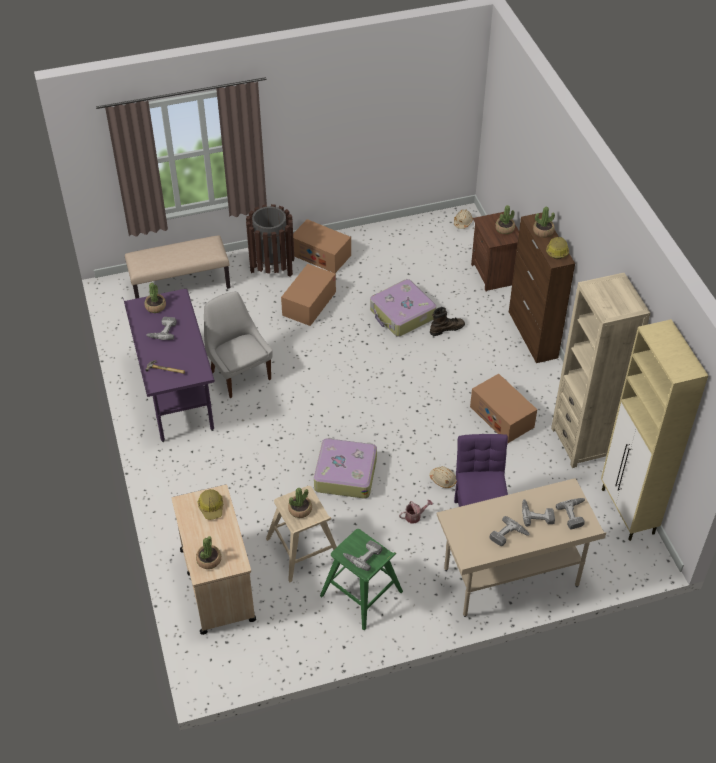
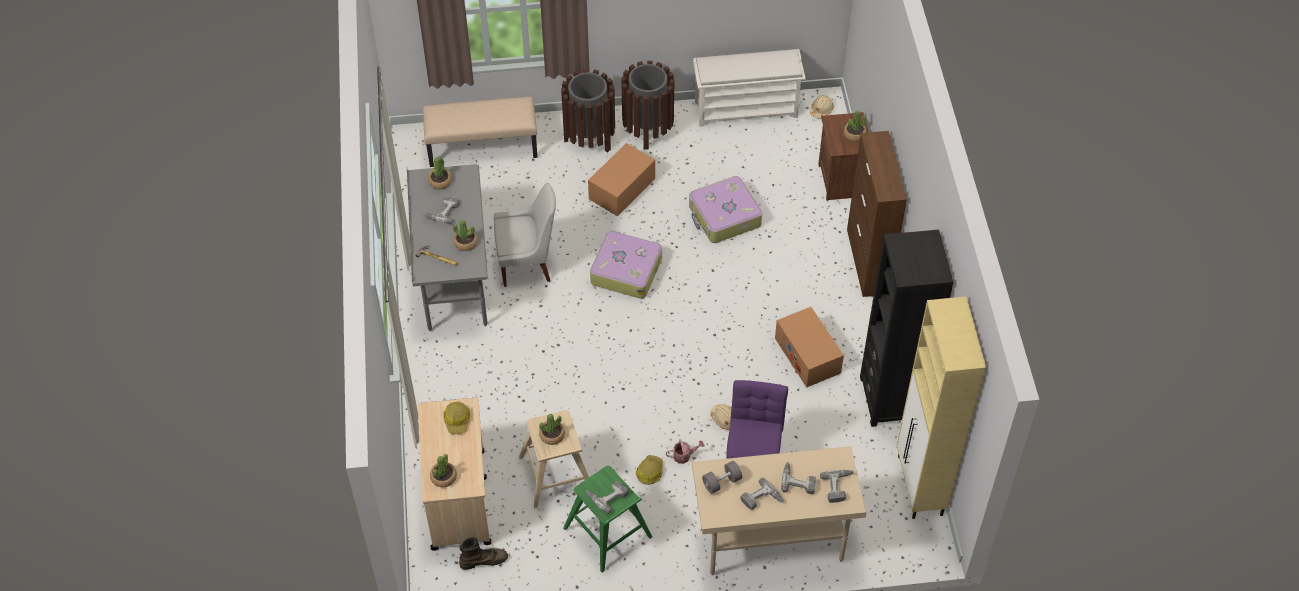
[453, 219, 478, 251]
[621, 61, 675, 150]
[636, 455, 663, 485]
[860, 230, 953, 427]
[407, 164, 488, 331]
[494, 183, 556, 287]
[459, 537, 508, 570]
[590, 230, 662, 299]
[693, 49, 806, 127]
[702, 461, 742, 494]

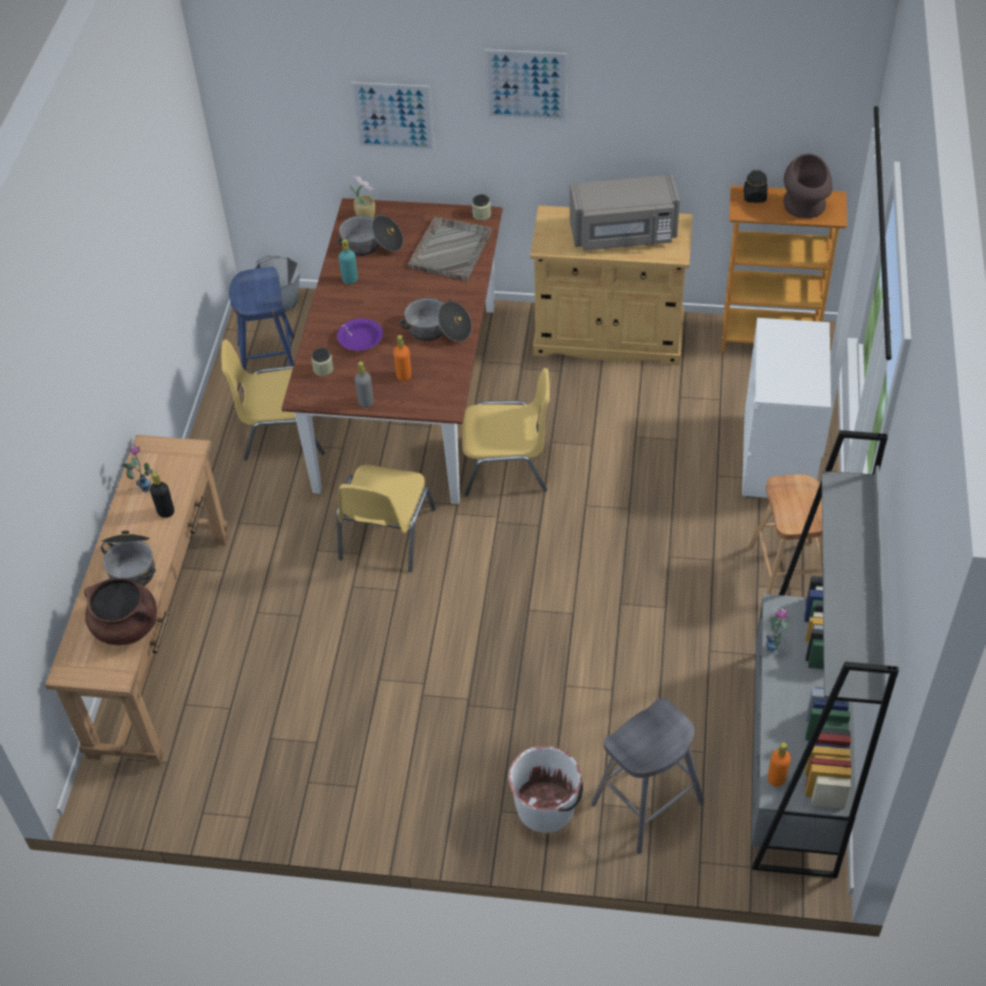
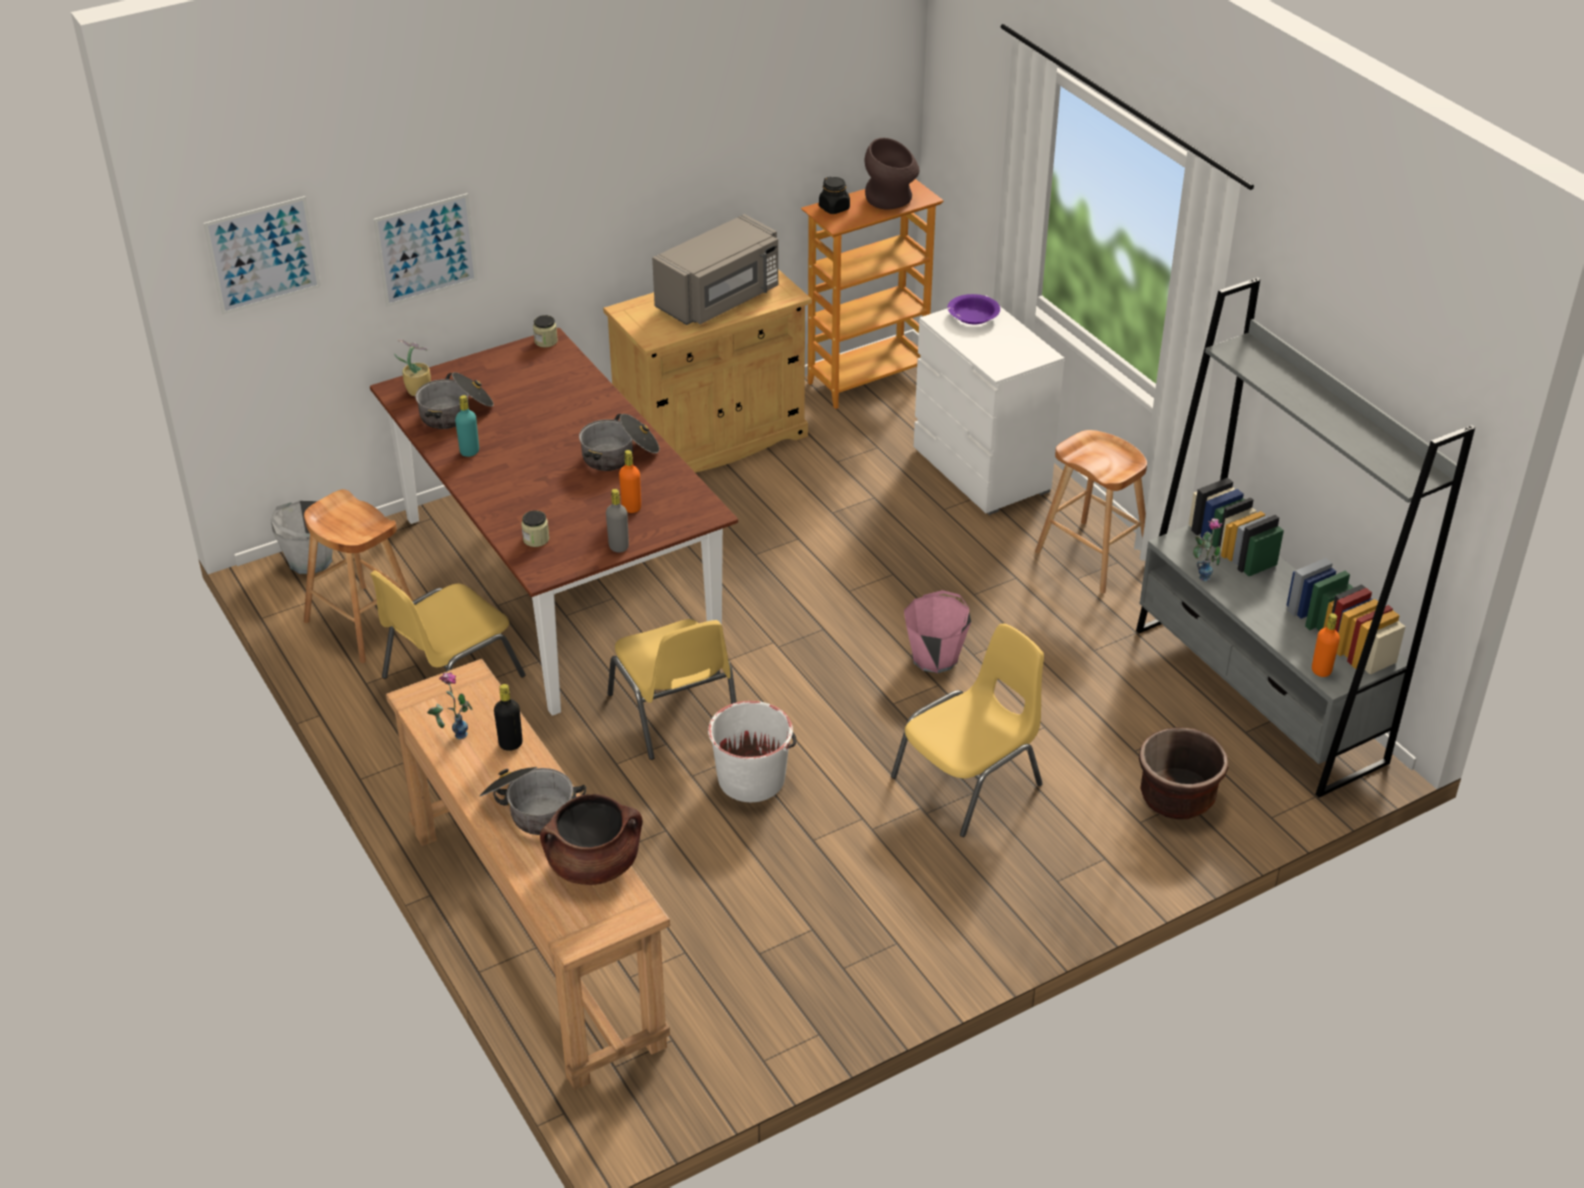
[204, 196, 321, 315]
[408, 217, 492, 281] (first image)
[304, 489, 413, 663]
[948, 294, 1000, 324]
[891, 623, 1044, 837]
[1139, 727, 1228, 819]
[708, 701, 796, 802]
[904, 590, 971, 673]

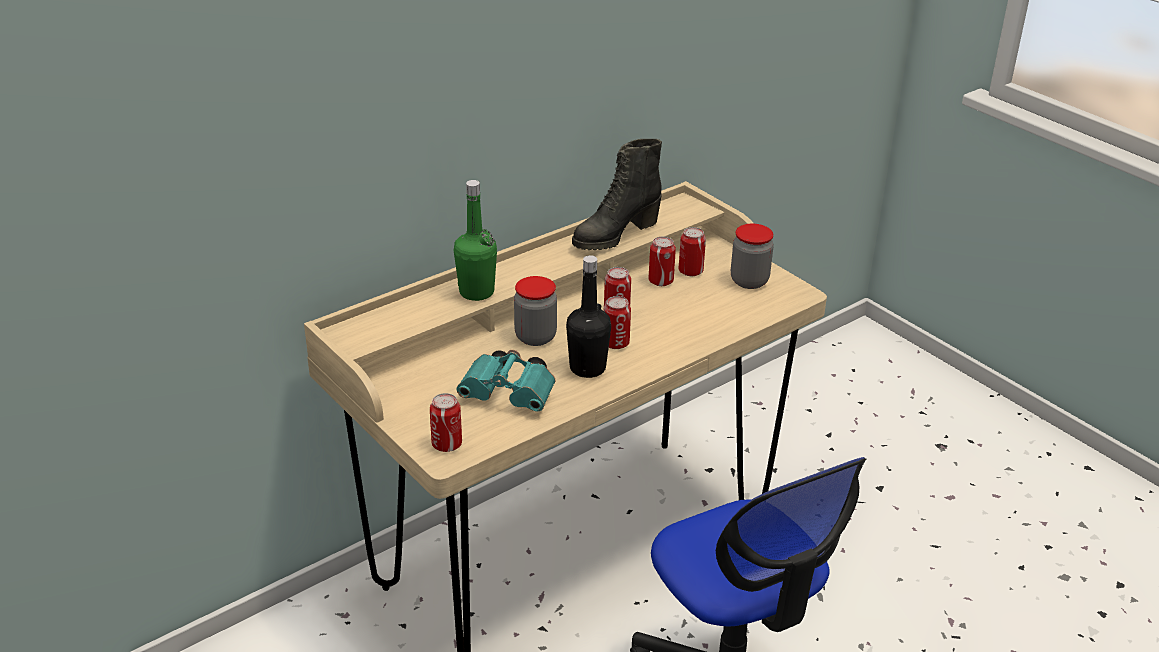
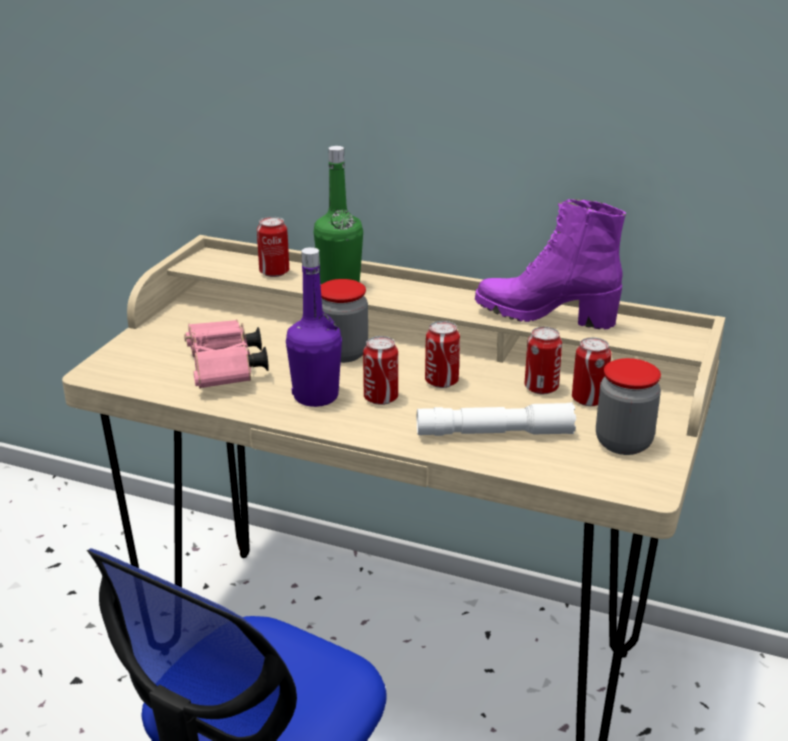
[475, 199, 626, 329]
[286, 247, 342, 407]
[184, 320, 269, 389]
[257, 217, 289, 277]
[417, 403, 576, 436]

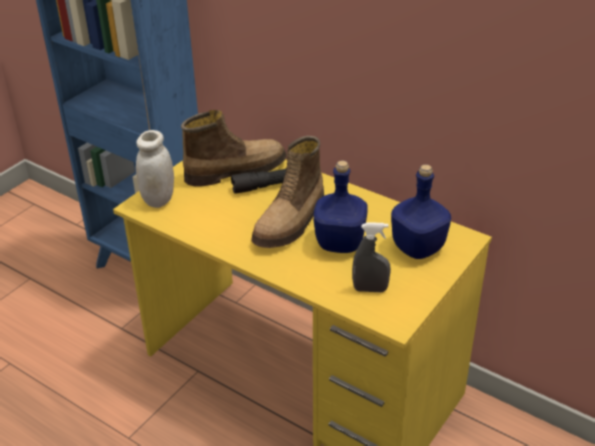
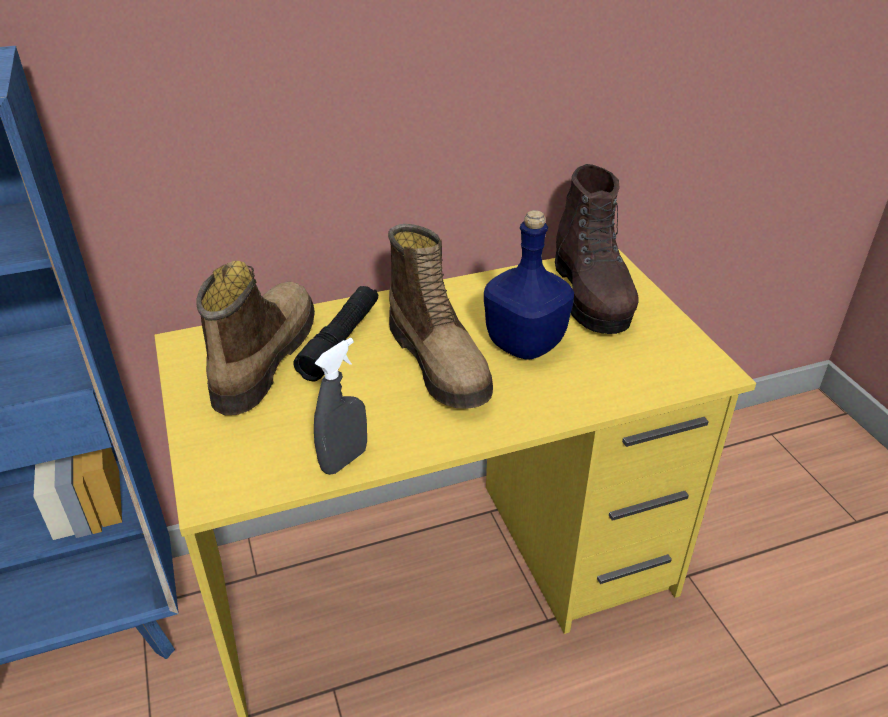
[136, 130, 174, 208] (first image)
[555, 164, 639, 334]
[314, 337, 367, 475]

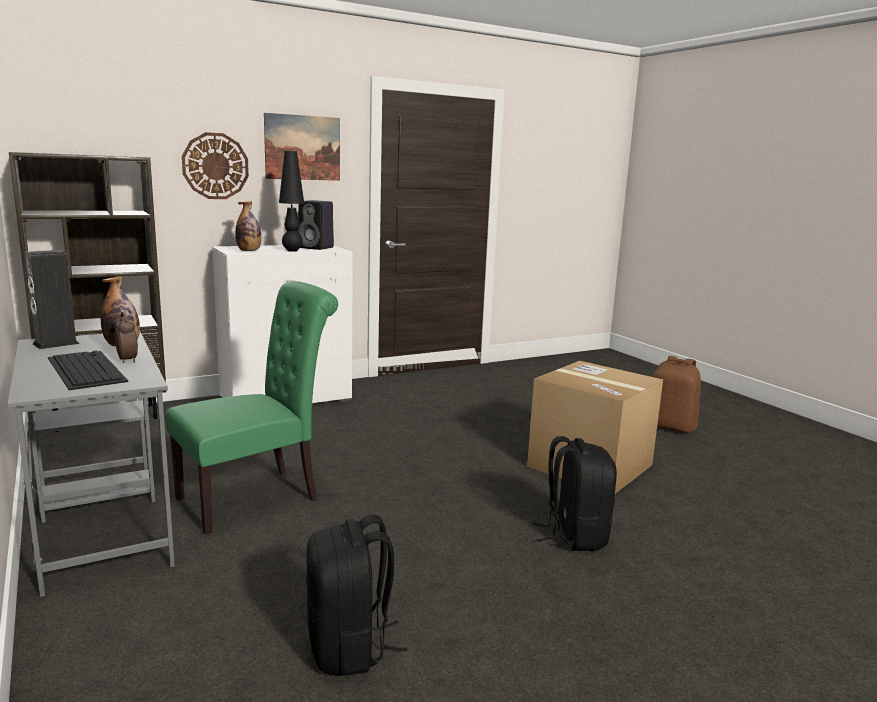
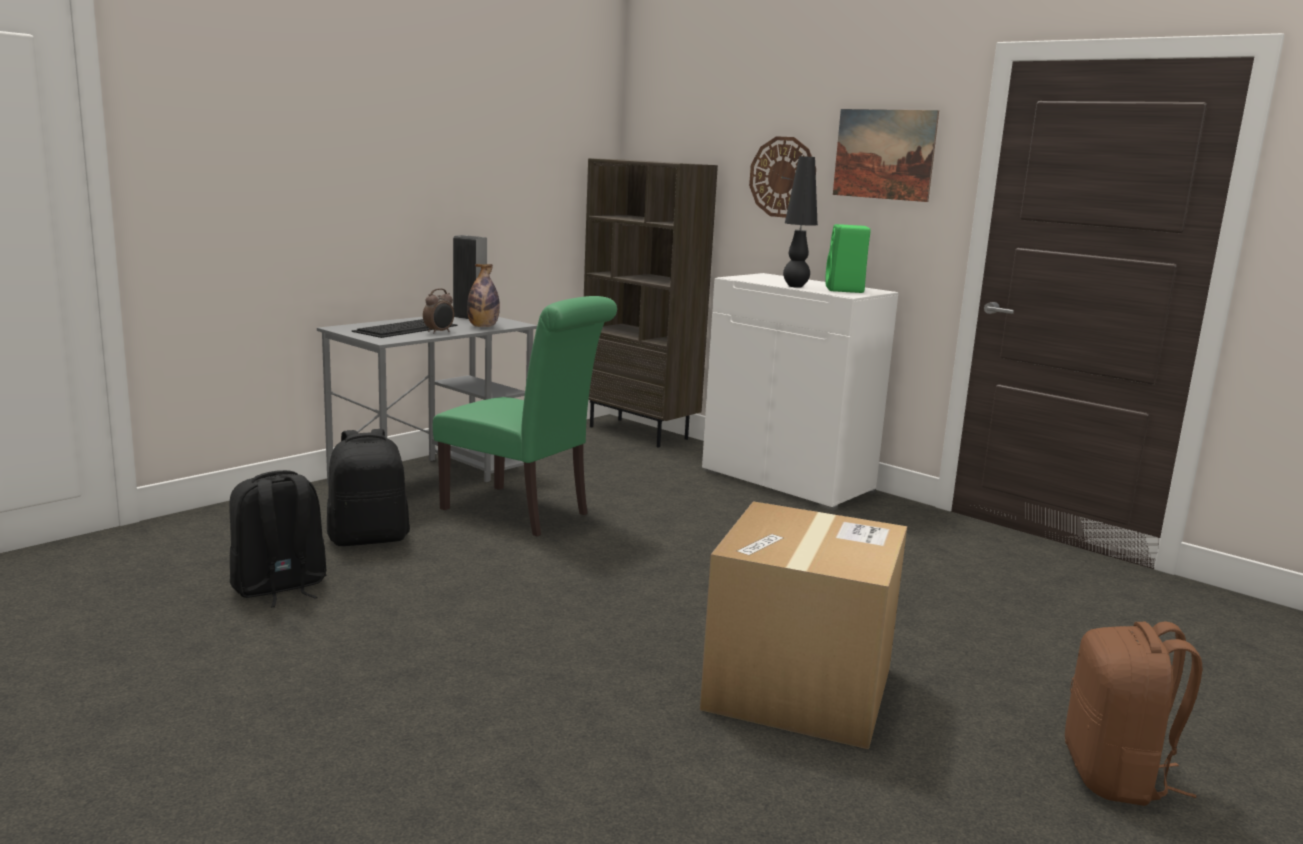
[825, 224, 871, 293]
[235, 201, 261, 251] (first image)
[327, 429, 410, 546]

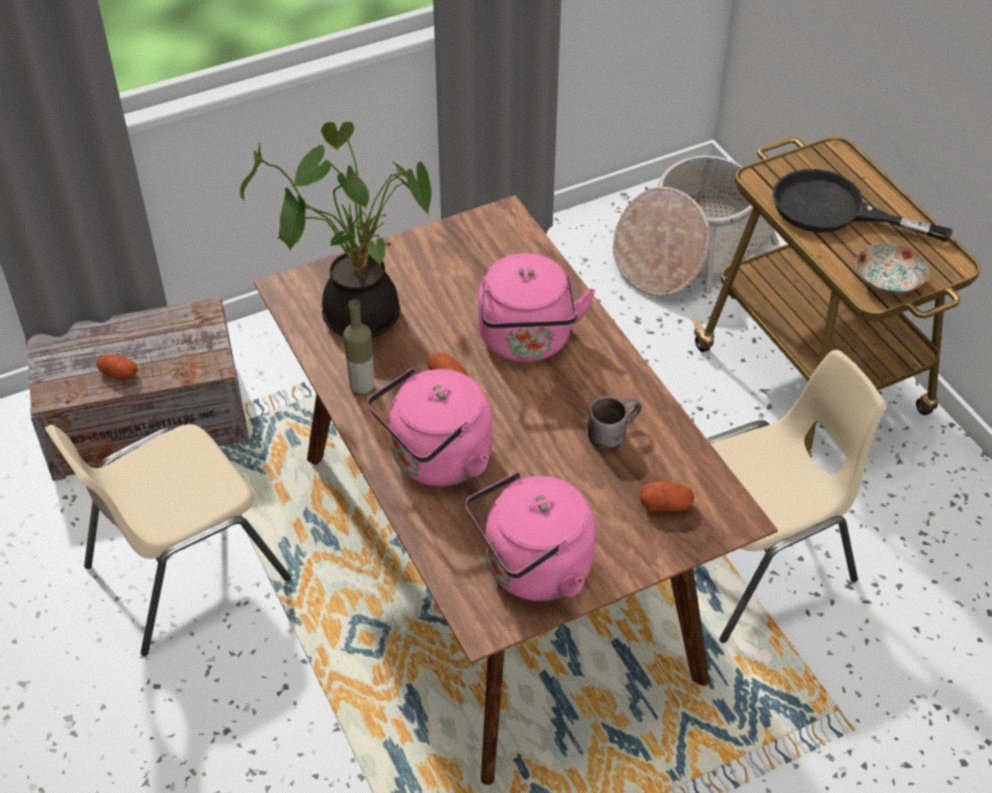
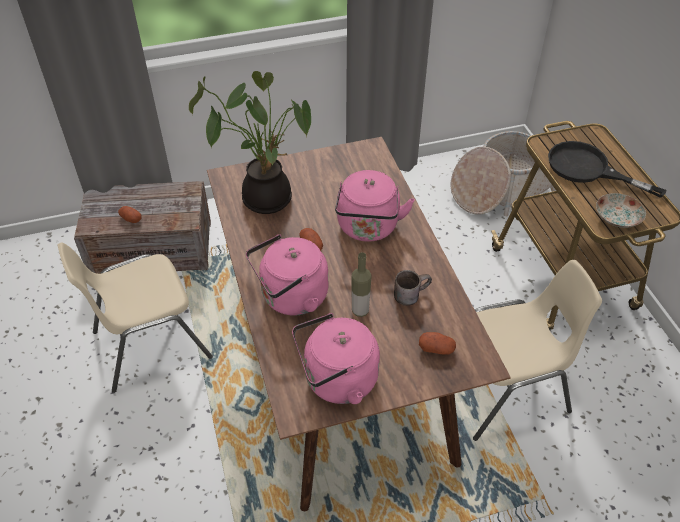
[351, 252, 372, 317]

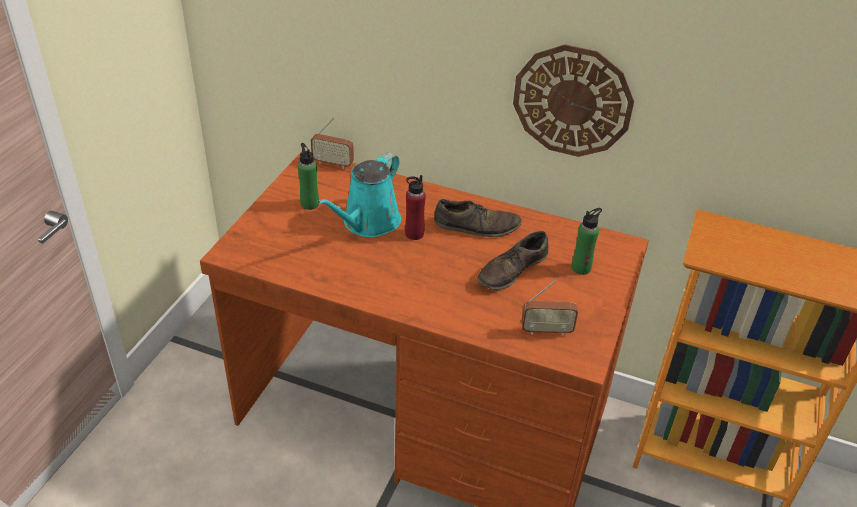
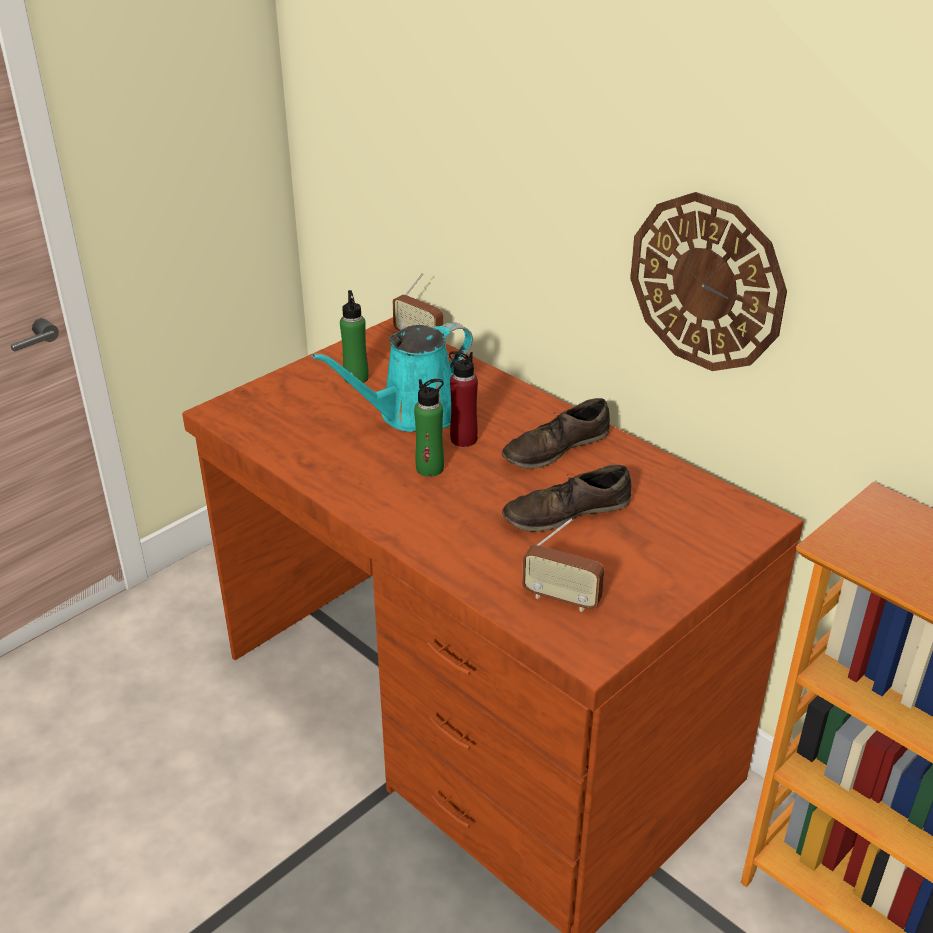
[502, 398, 610, 469]
[414, 379, 444, 477]

